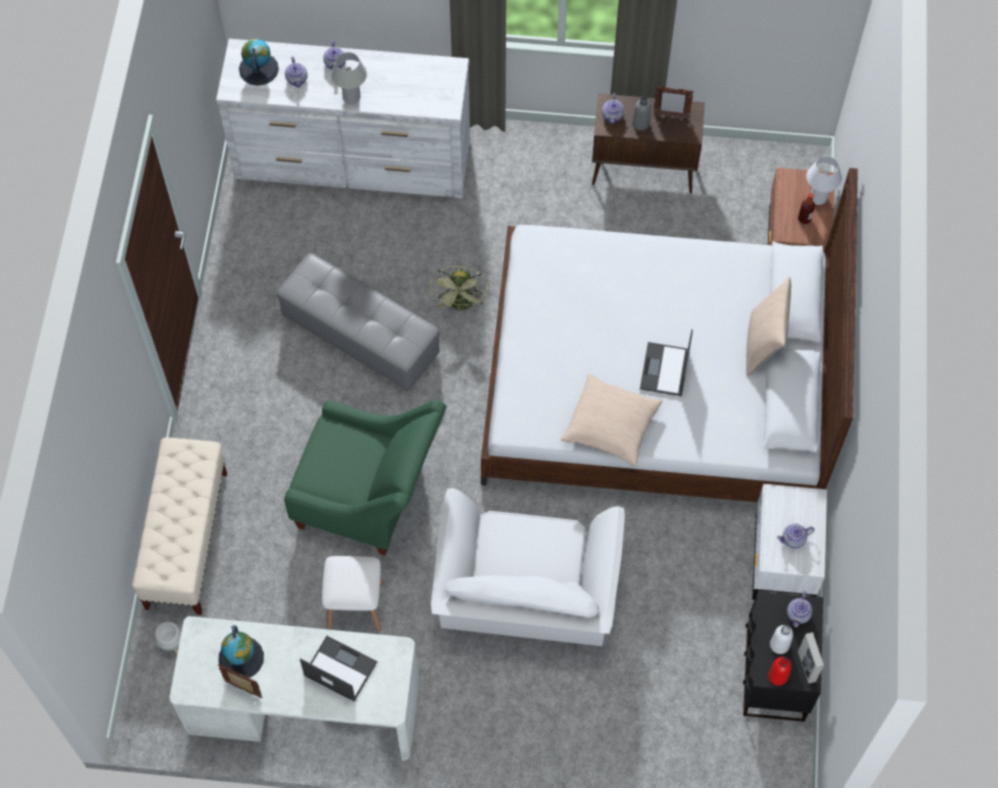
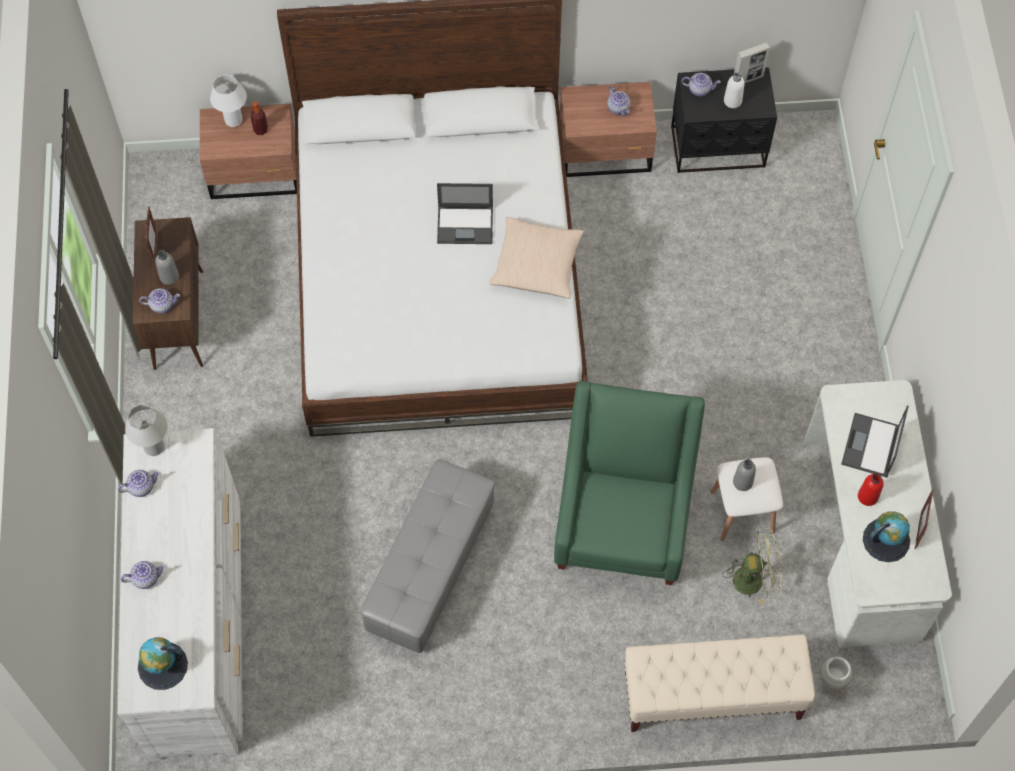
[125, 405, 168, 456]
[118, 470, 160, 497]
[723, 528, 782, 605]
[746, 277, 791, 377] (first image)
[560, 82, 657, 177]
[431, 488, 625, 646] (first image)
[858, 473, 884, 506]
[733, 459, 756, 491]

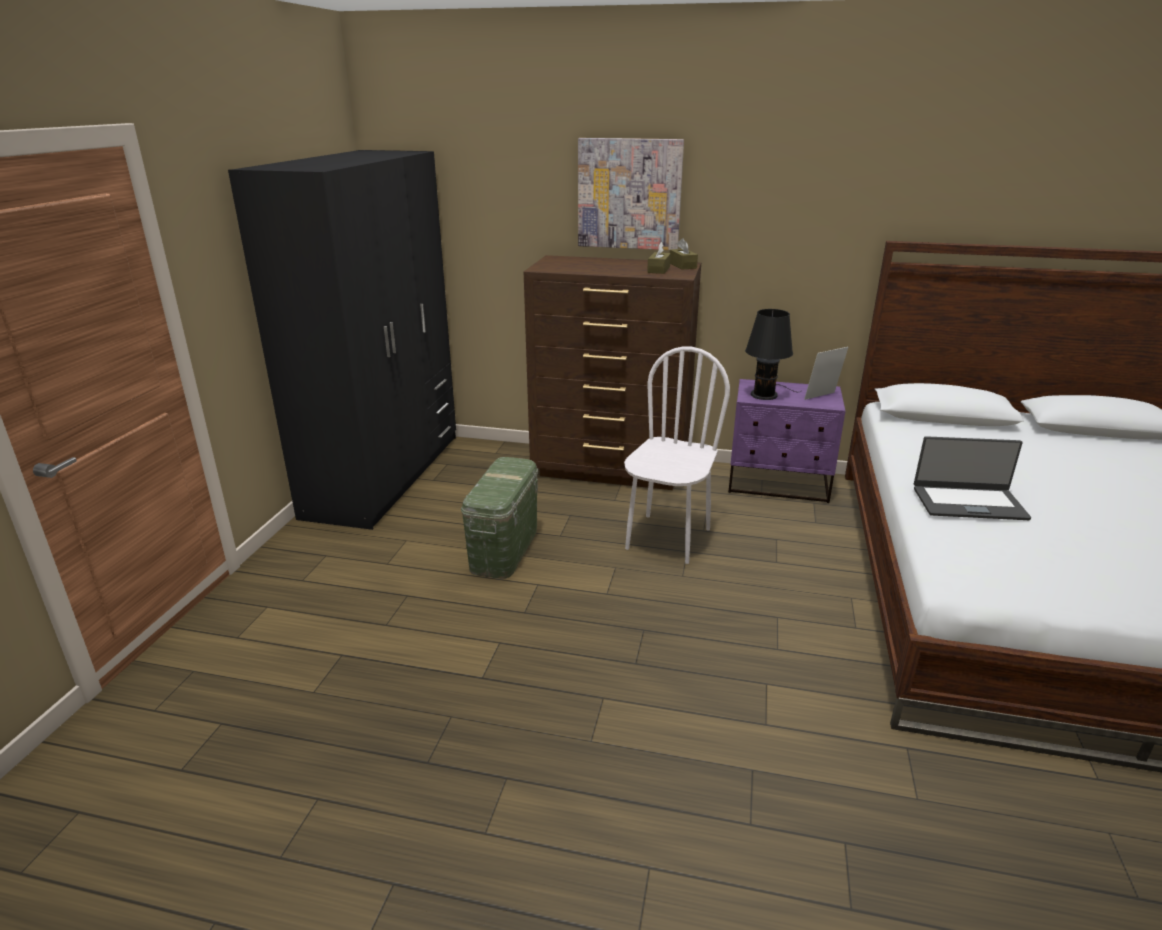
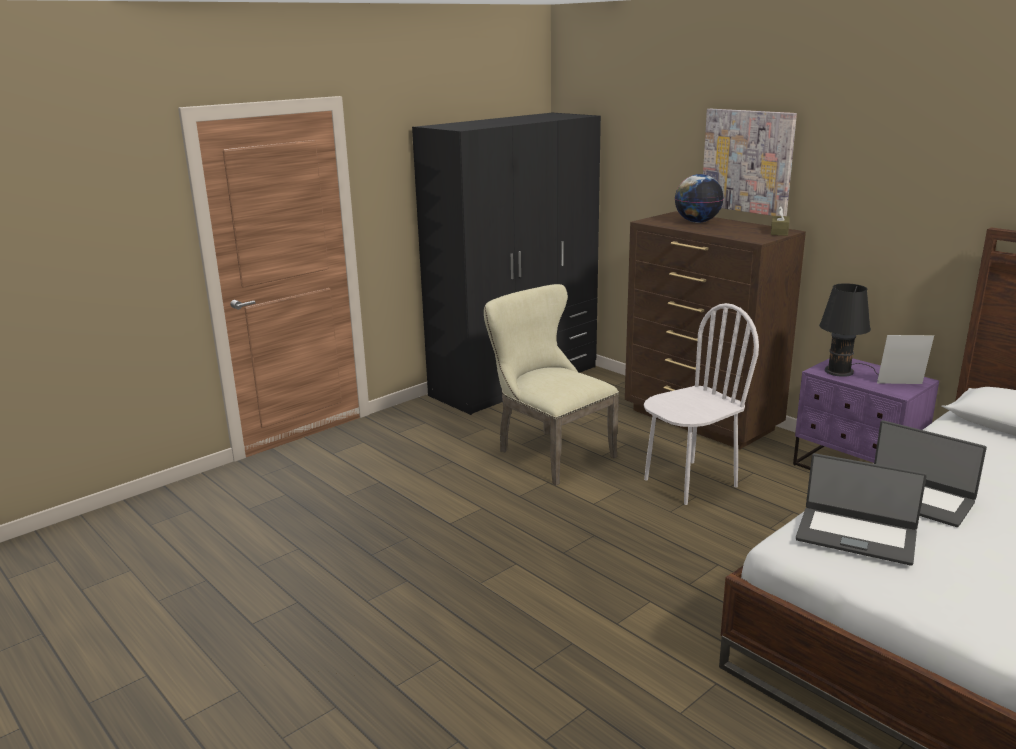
[647, 242, 671, 274] (first image)
[484, 284, 619, 485]
[675, 174, 723, 223]
[796, 453, 927, 566]

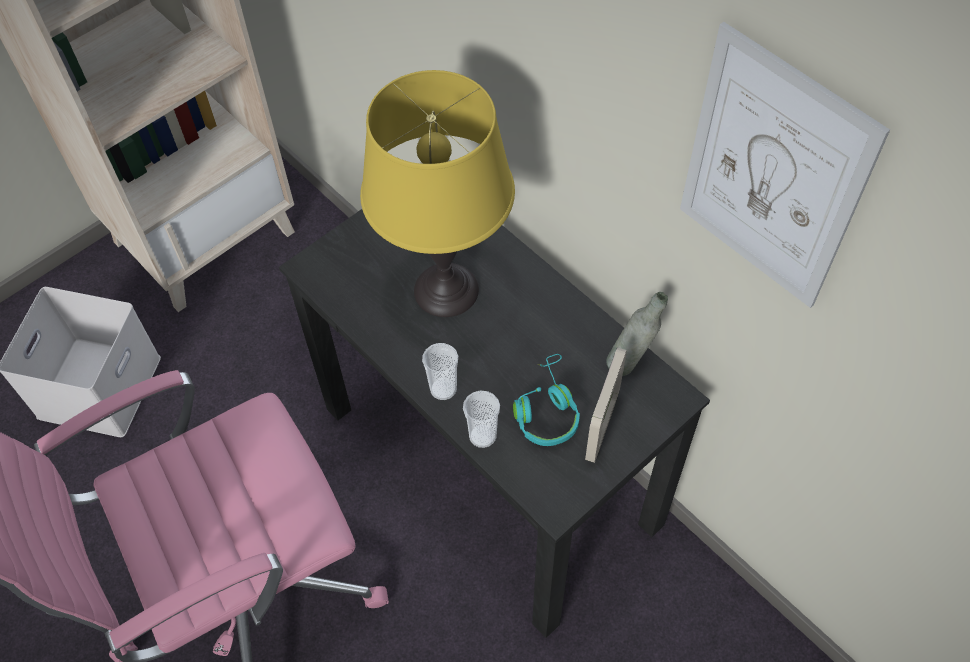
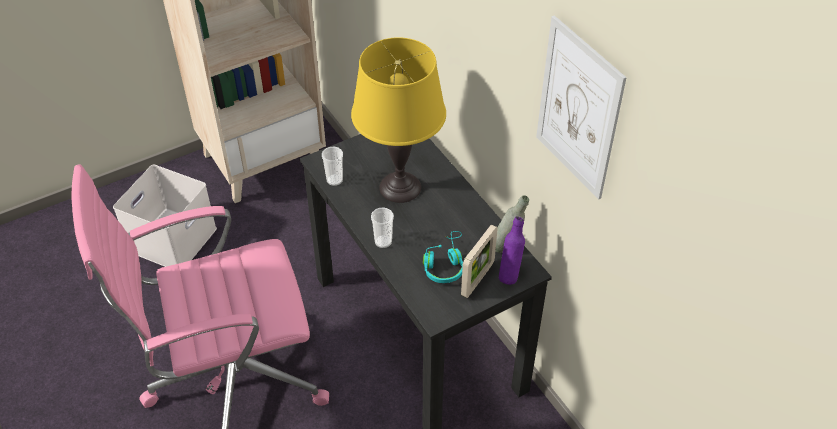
[322, 147, 343, 186]
[499, 216, 525, 285]

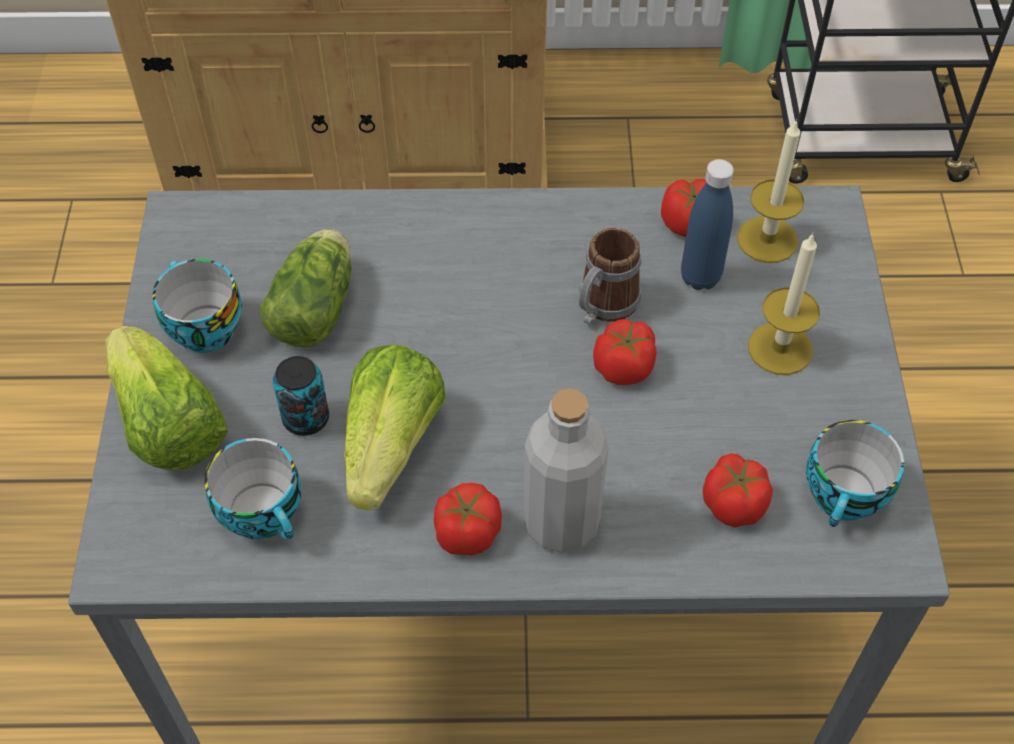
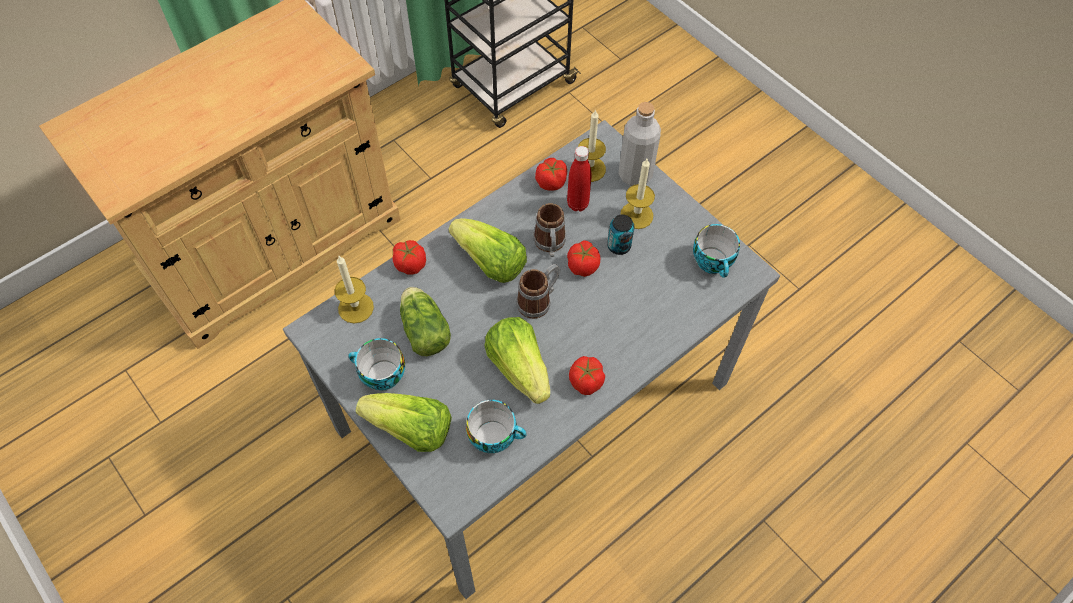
[567, 146, 591, 211]
[607, 214, 634, 255]
[618, 102, 661, 186]
[392, 240, 426, 274]
[448, 218, 527, 283]
[335, 256, 374, 323]
[516, 264, 560, 319]

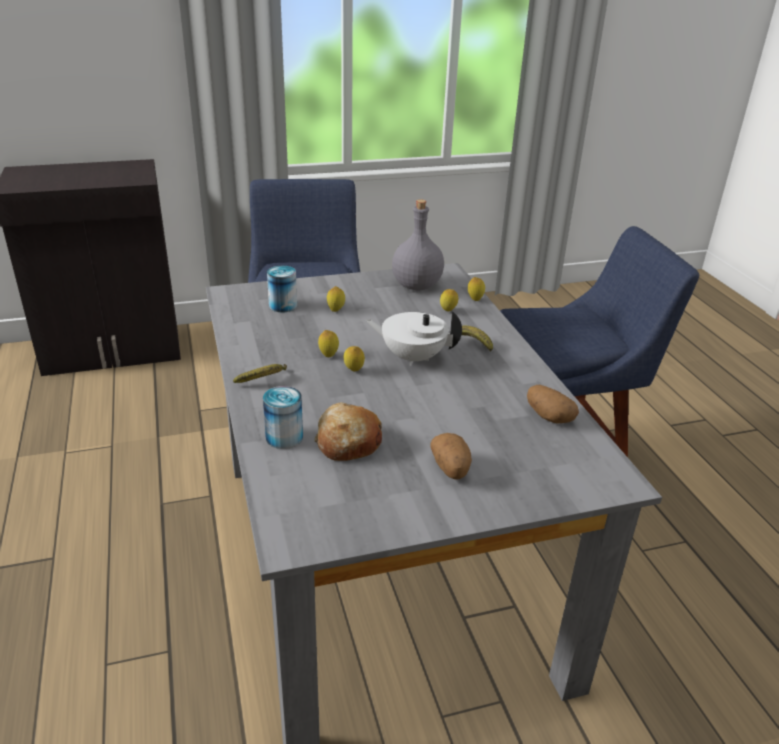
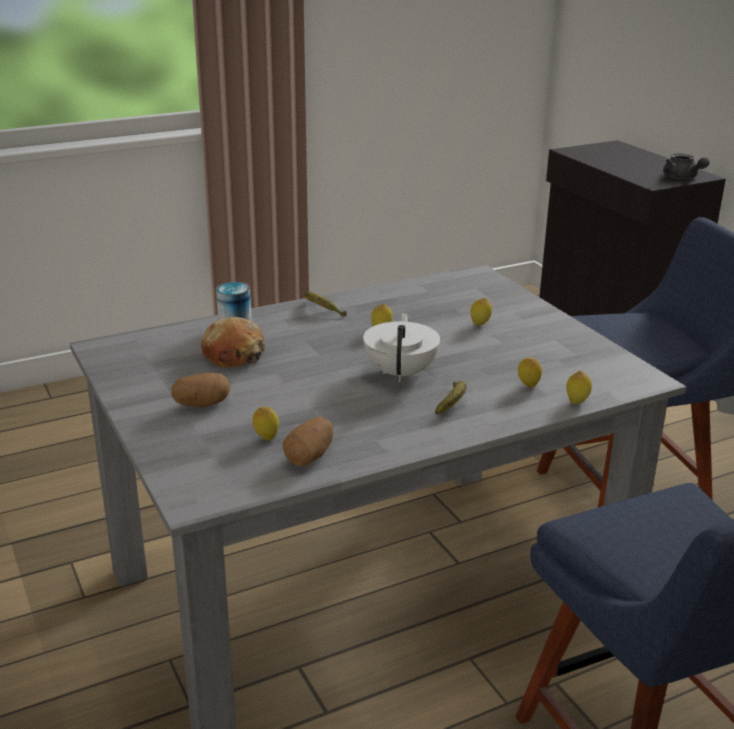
[392, 199, 444, 291] (first image)
[267, 266, 297, 312] (first image)
[252, 407, 279, 440]
[663, 153, 710, 179]

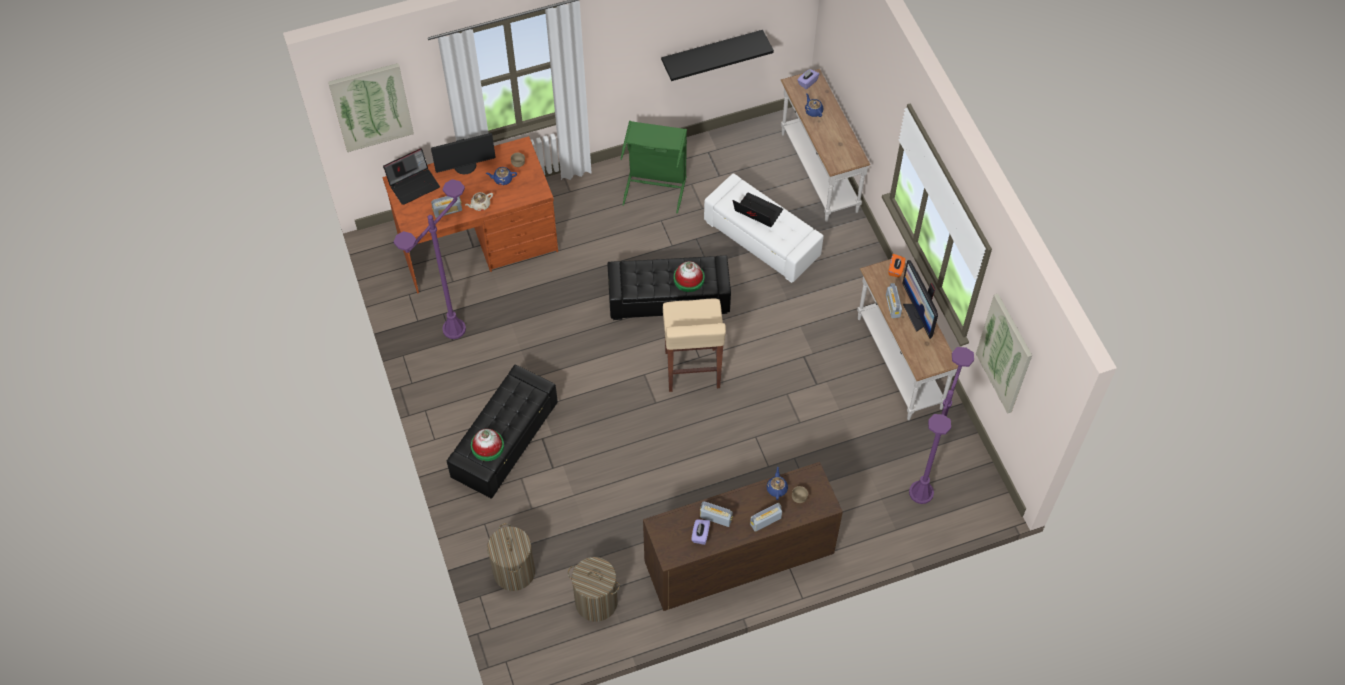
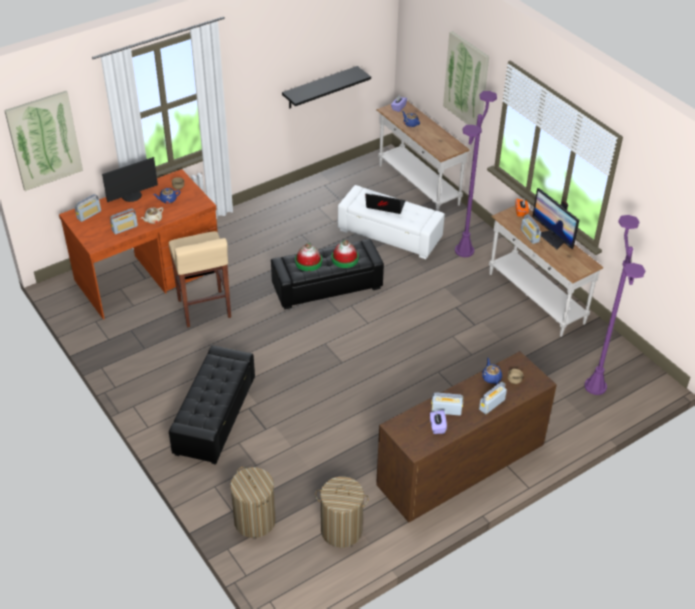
[620, 121, 687, 213] (first image)
[75, 194, 101, 222]
[455, 91, 497, 257]
[443, 31, 489, 125]
[169, 231, 231, 327]
[295, 243, 322, 271]

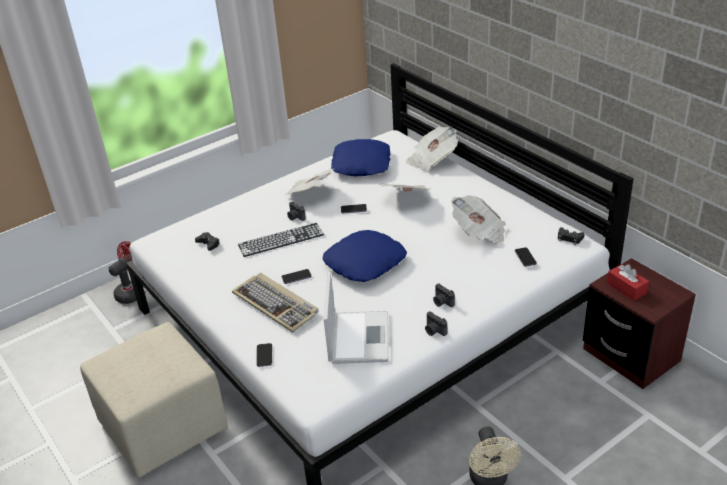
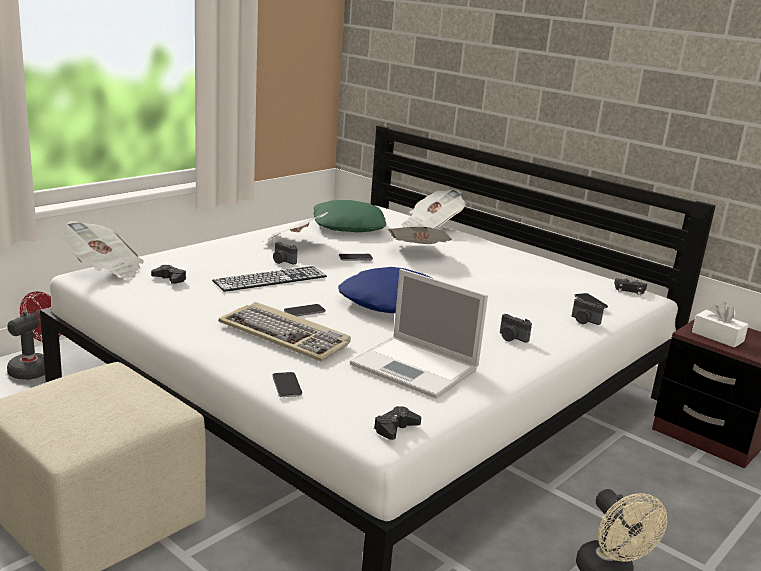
[313, 200, 386, 232]
[62, 221, 143, 280]
[692, 302, 749, 348]
[350, 269, 488, 399]
[572, 299, 604, 325]
[374, 406, 421, 440]

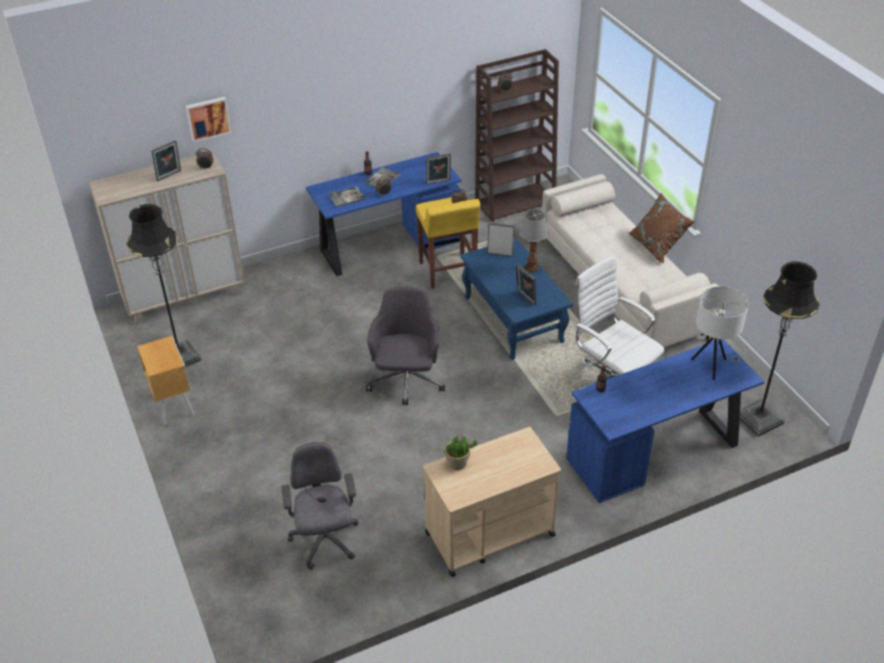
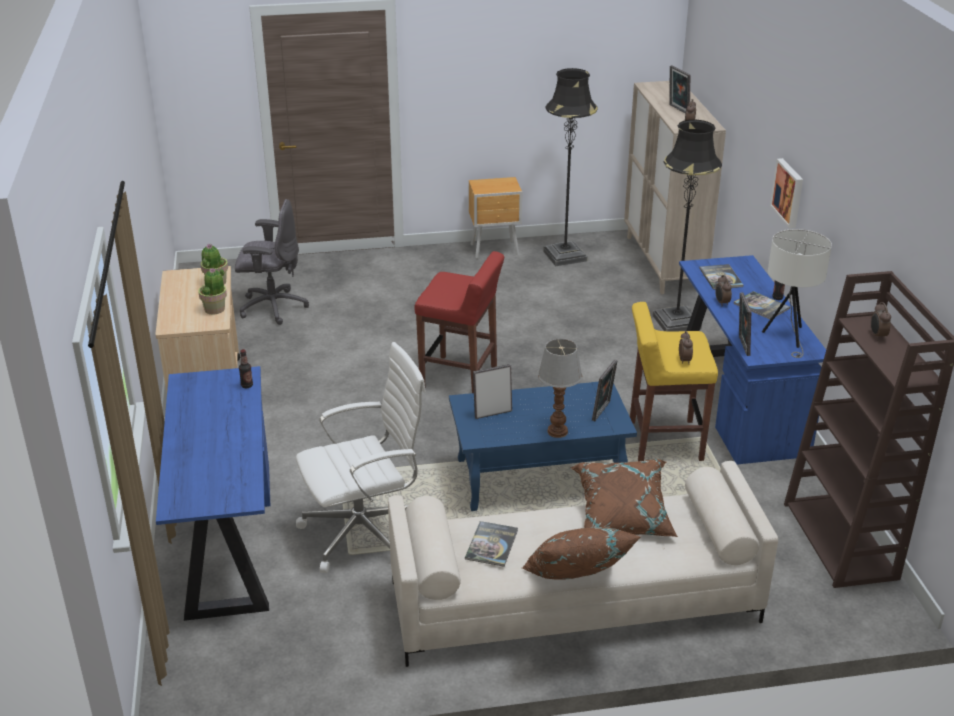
[770, 158, 803, 228]
[652, 120, 722, 331]
[415, 251, 504, 393]
[762, 229, 832, 358]
[198, 268, 227, 315]
[571, 459, 678, 537]
[465, 521, 518, 567]

